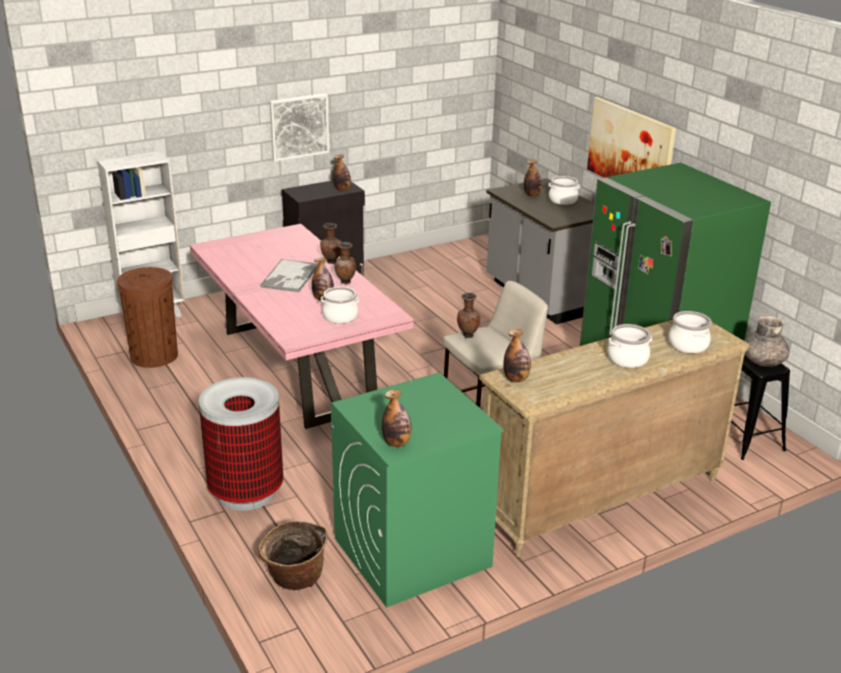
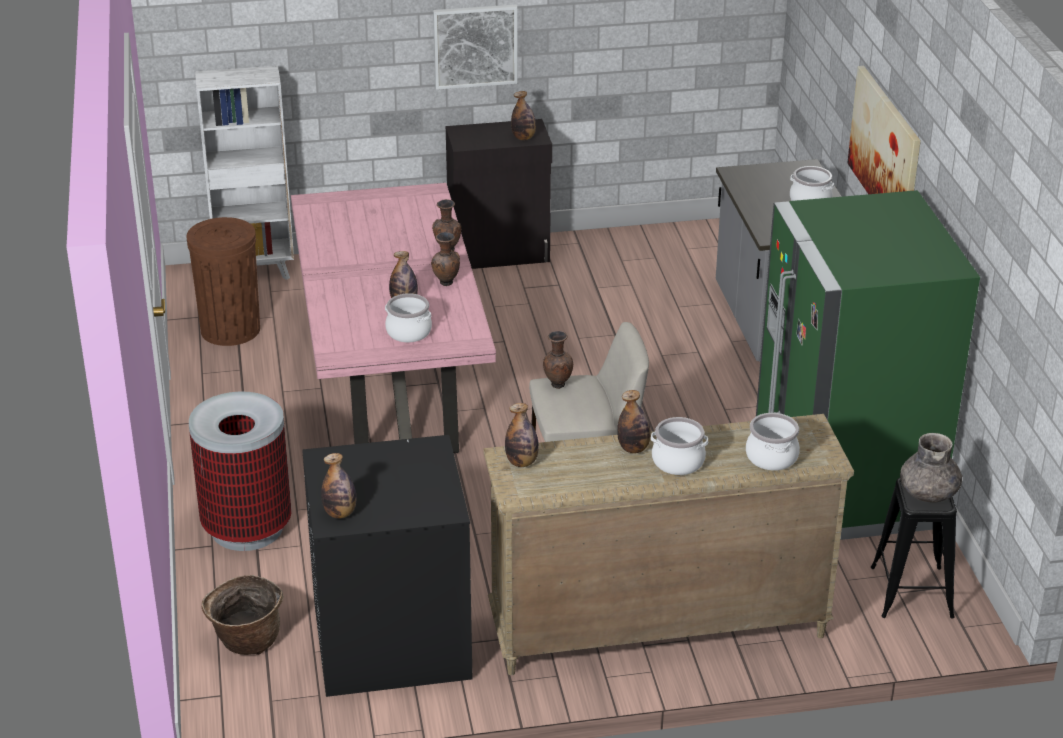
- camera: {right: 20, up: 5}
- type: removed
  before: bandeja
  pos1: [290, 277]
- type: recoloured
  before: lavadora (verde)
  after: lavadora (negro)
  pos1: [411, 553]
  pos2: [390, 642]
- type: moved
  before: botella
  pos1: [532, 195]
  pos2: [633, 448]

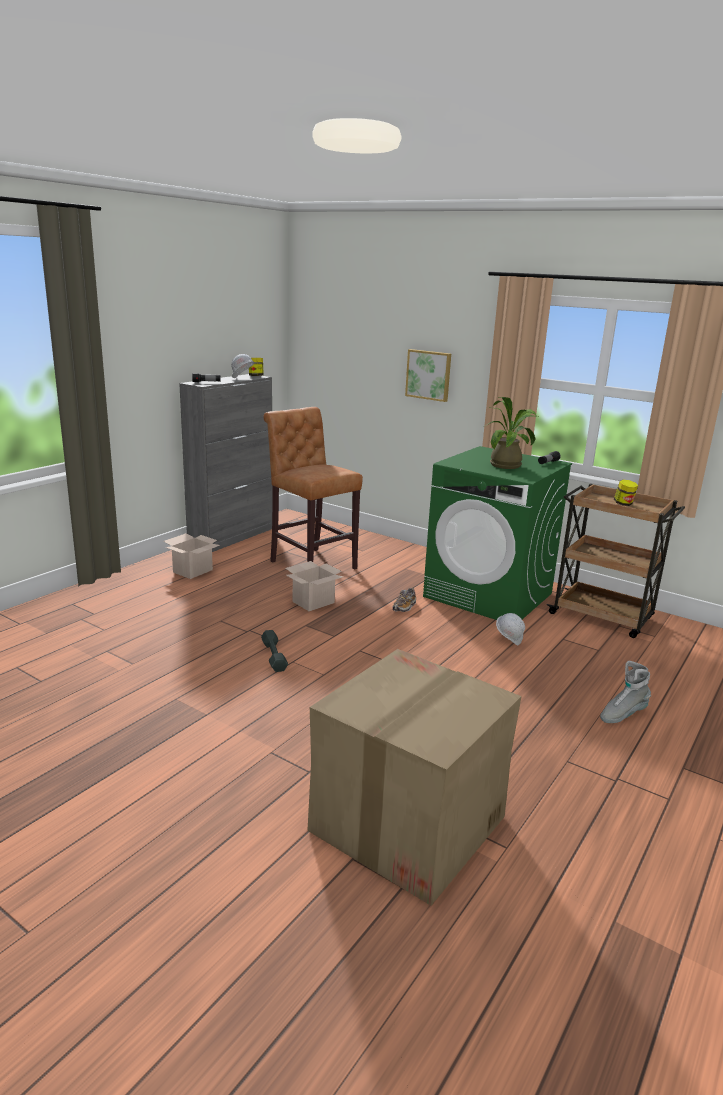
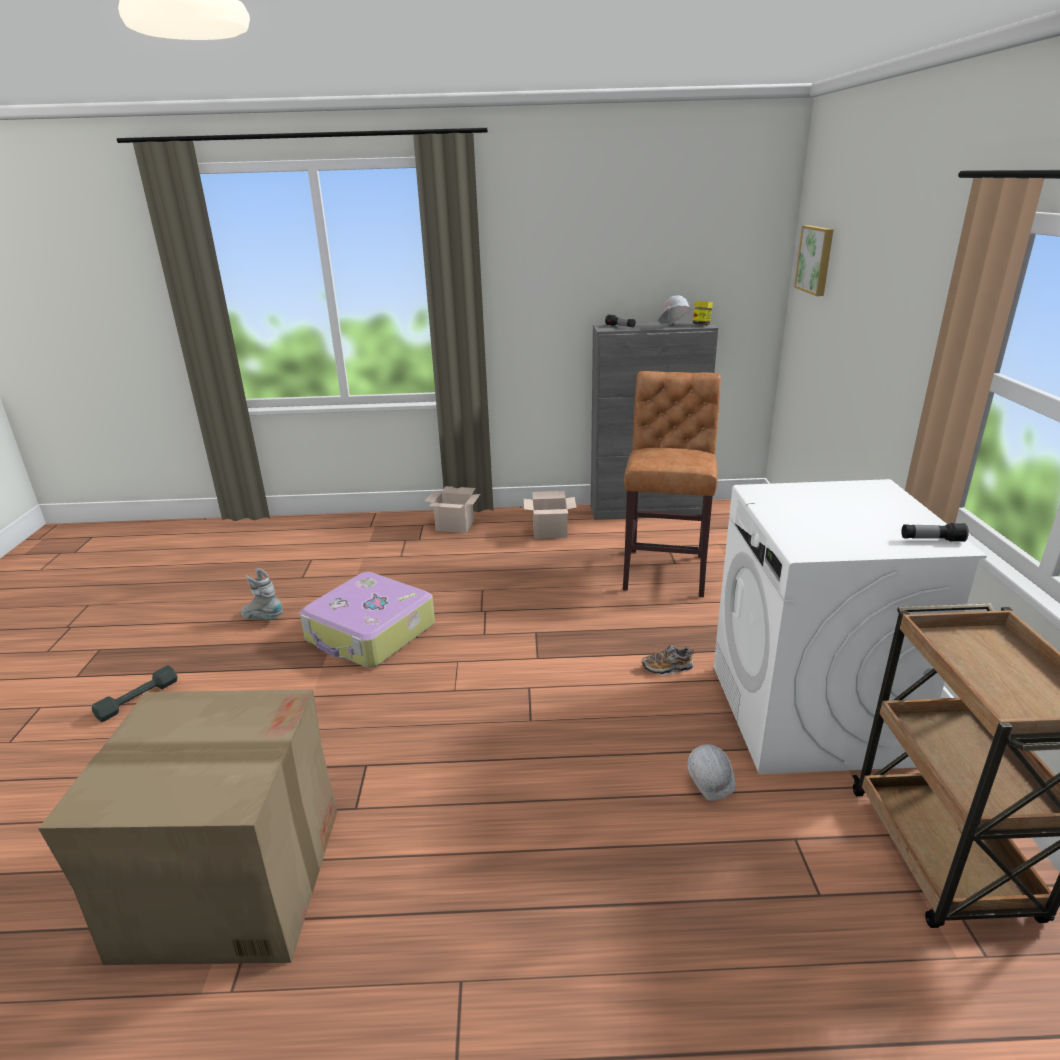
- camera: {right: 55, up: 5}
- type: moved
  before: mancuerna (gris)
  pos1: [273, 656]
  pos2: [138, 699]
- type: moved
  before: caja de cartón
  pos1: [313, 602]
  pos2: [456, 526]
- type: moved
  before: cuadro
  pos1: [429, 375]
  pos2: [816, 259]
- type: recoloured
  before: lavadora (verde)
  after: lavadora (blanco)
  pos1: [489, 595]
  pos2: [808, 714]
- type: removed
  before: planta en maceta
  pos1: [508, 465]
- type: moved
  before: bota (gris)
  pos1: [622, 715]
  pos2: [263, 618]
- type: removed
  before: tarro
  pos1: [623, 504]
- type: added
  after: maleta
  pos2: [370, 633]

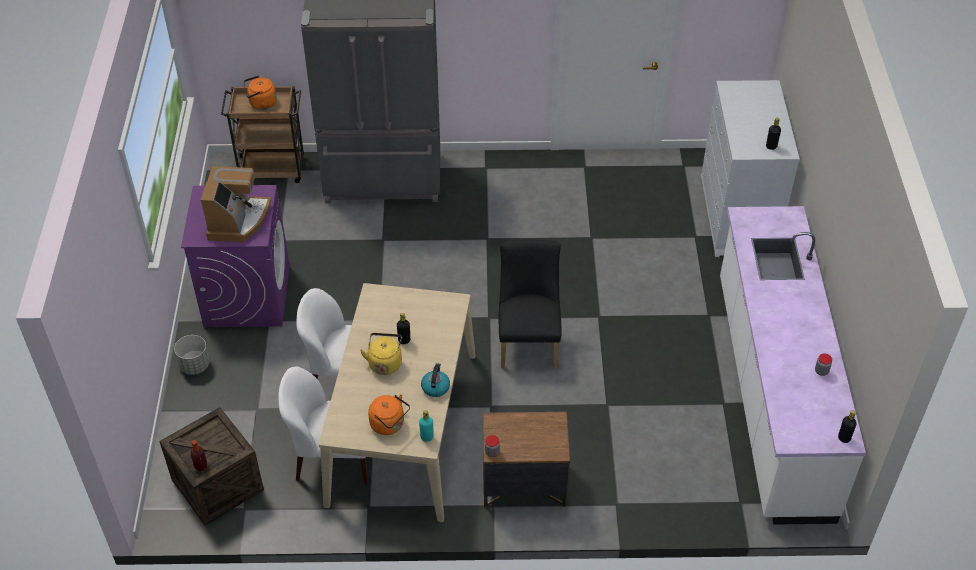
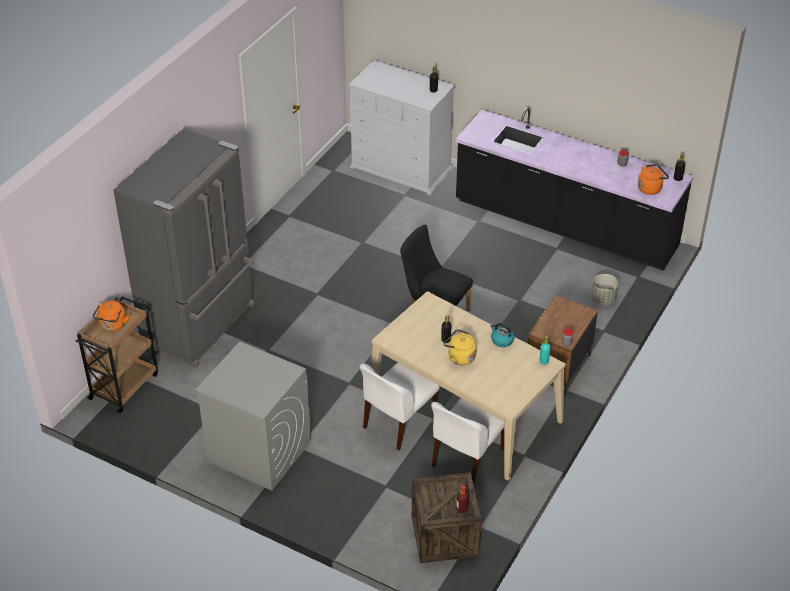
- camera: {right: -60, up: -5}
- type: moved
  before: maceta (gris)
  pos1: [194, 365]
  pos2: [603, 299]
- type: recoloured
  before: lavadora (morado)
  after: lavadora (gris)
  pos1: [247, 295]
  pos2: [258, 451]
- type: removed
  before: cafetera
  pos1: [238, 220]
- type: moved
  before: hervidor (naranja)
  pos1: [389, 425]
  pos2: [650, 188]
- type: recoloured
  before: mueble bajo de cocina (blanco)
  after: mueble bajo de cocina (negro)
  pos1: [771, 395]
  pos2: [565, 225]

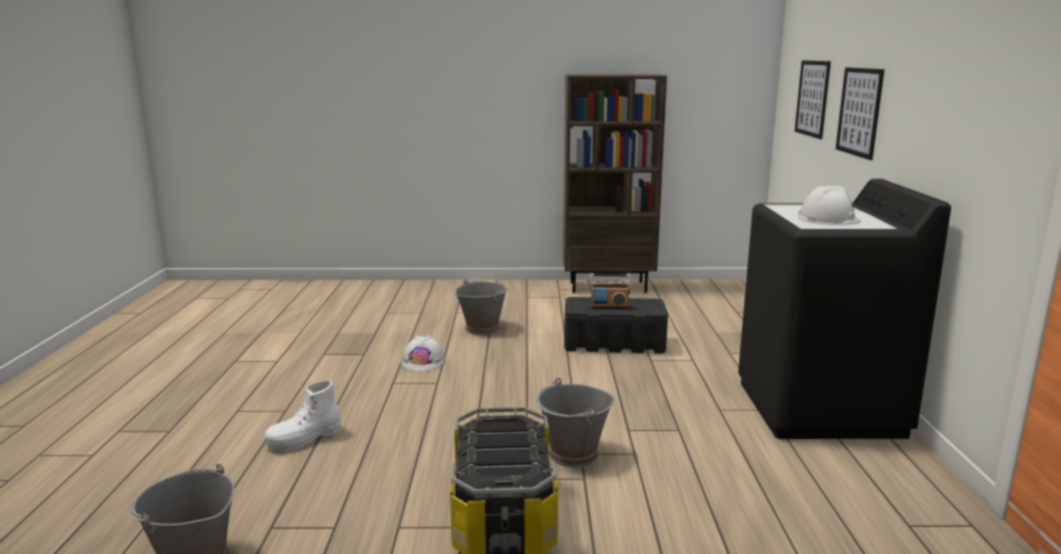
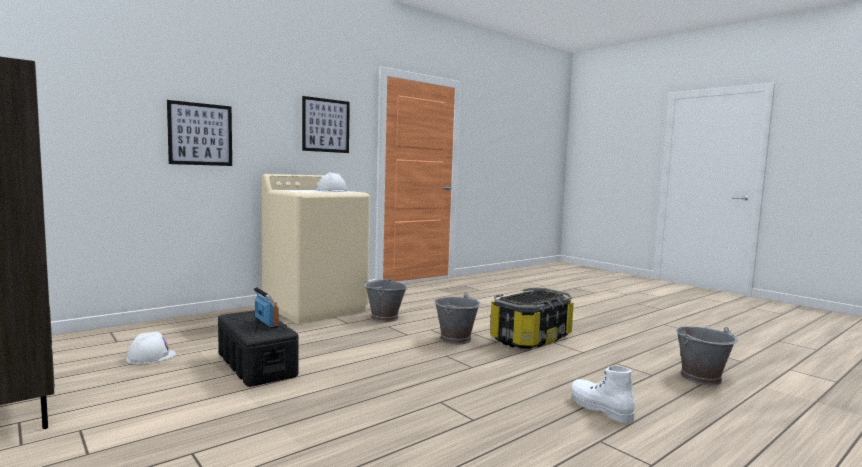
- camera: {right: -130, up: -10}
- type: turned
  before: bota (blanco)
  pos1: [304, 439]
  pos2: [600, 408]
  turn: -135
- type: moved
  before: casco (blanco)
  pos1: [423, 361]
  pos2: [151, 356]
- type: moved
  before: cubo (gris)
  pos1: [482, 328]
  pos2: [384, 318]
- type: recoloured
  before: lavadora (negro)
  after: lavadora (beis)
  pos1: [819, 408]
  pos2: [315, 308]
- type: moved
  before: cuadro
  pos1: [812, 98]
  pos2: [326, 125]

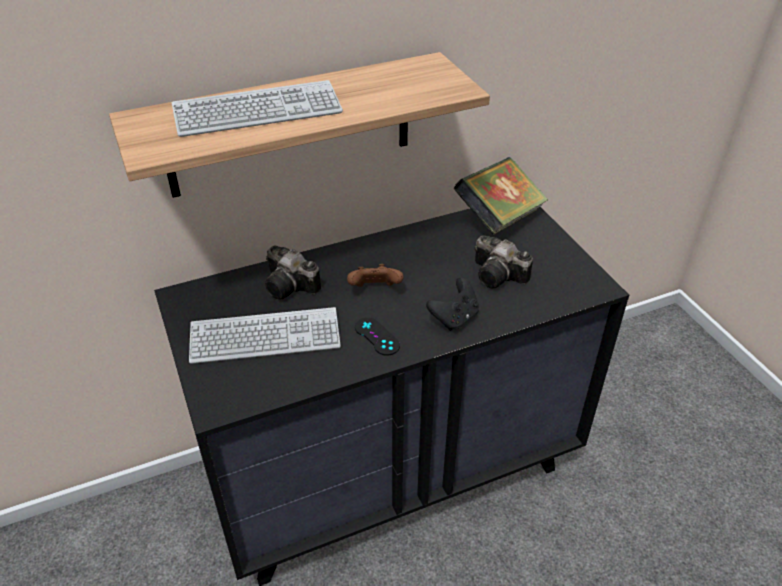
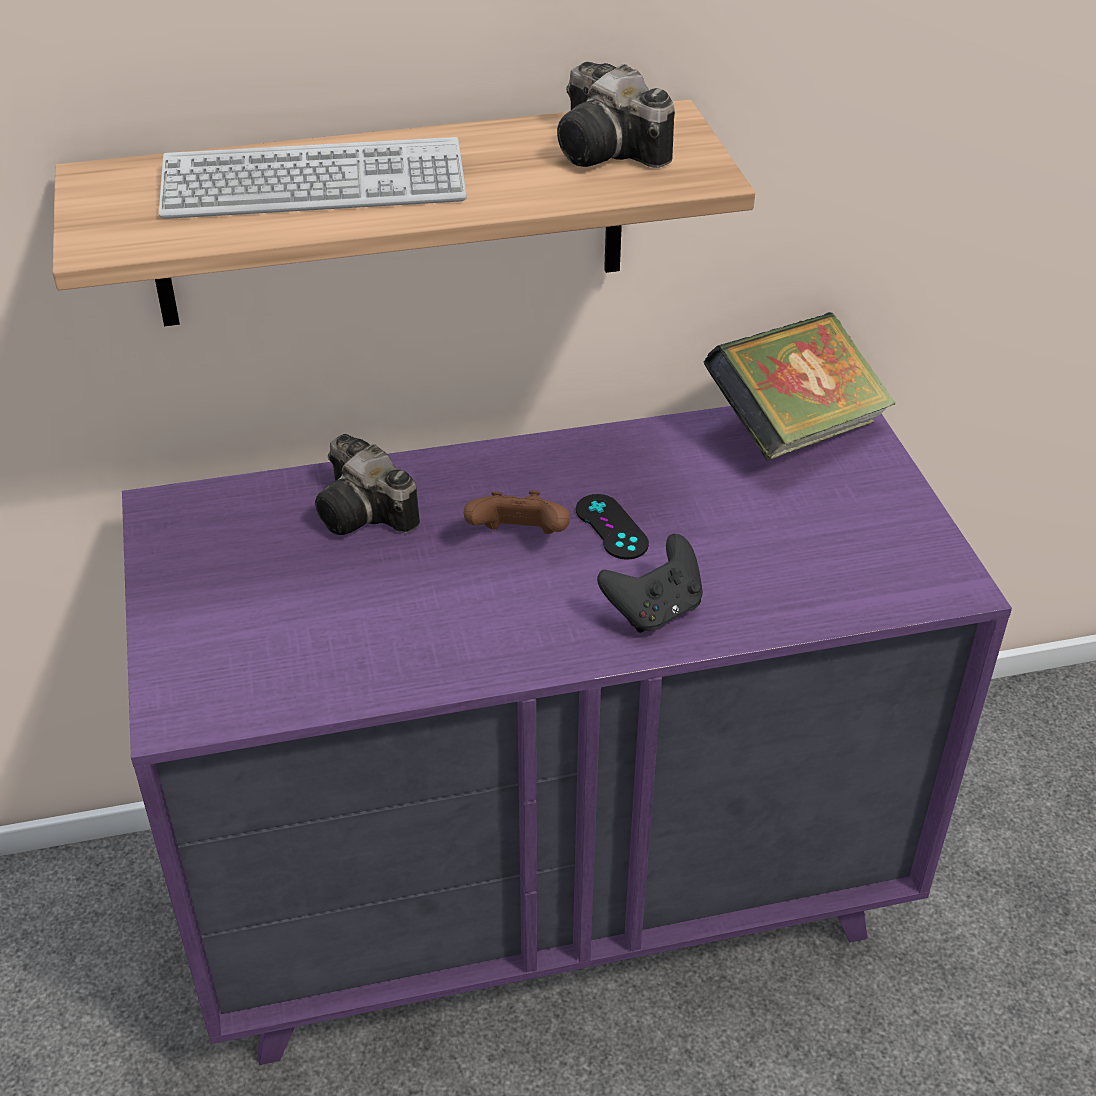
- camera: {right: 10, up: 0}
- type: recoloured
  before: cómoda (negro)
  after: cómoda (morado)
  pos1: [392, 470]
  pos2: [549, 891]
- type: removed
  before: teclado
  pos1: [265, 337]
- type: moved
  before: mando de consola (negro)
  pos1: [377, 336]
  pos2: [611, 527]
- type: moved
  before: cámara
  pos1: [500, 276]
  pos2: [611, 152]

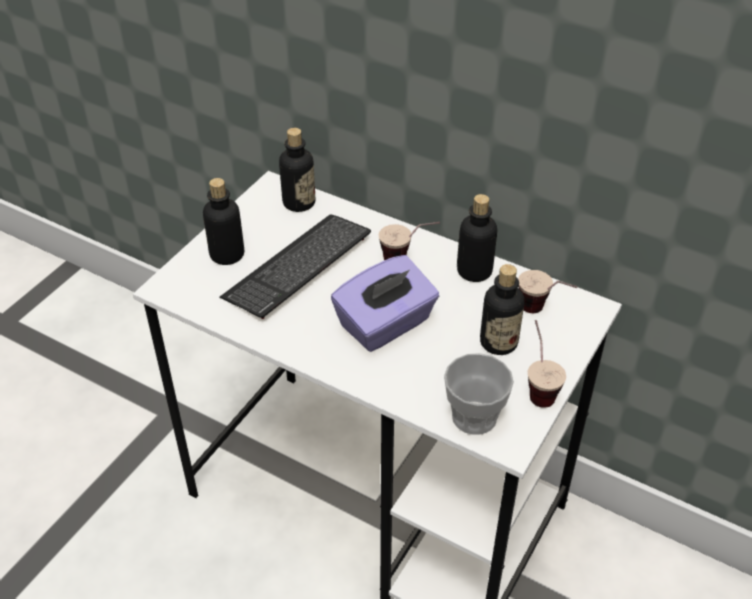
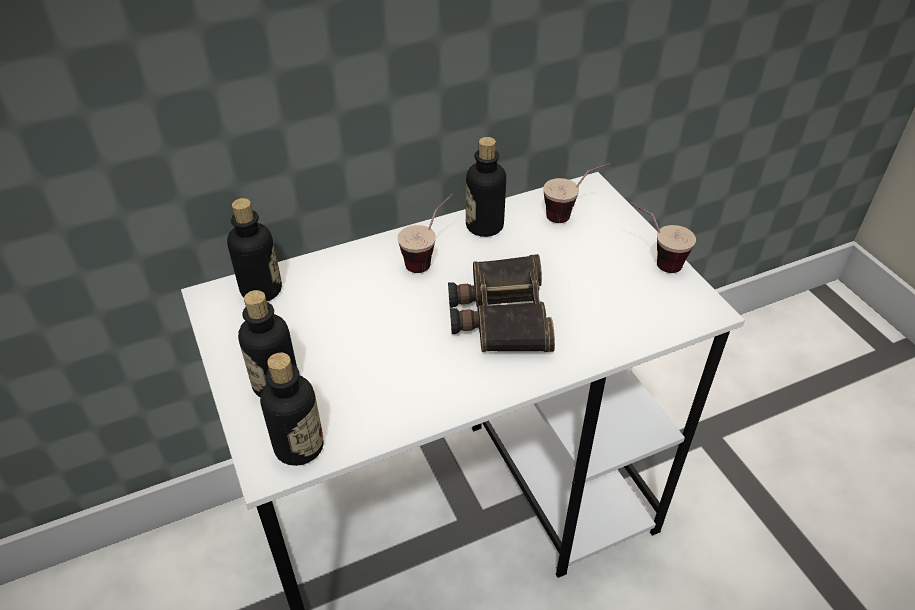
- camera: {right: -55, up: 0}
- type: removed
  before: teclado
  pos1: [298, 267]
- type: replaced
  before: caja de pañuelos (morado)
  after: prismáticos
  pos1: [386, 325]
  pos2: [499, 314]
- type: removed
  before: taza
  pos1: [474, 417]
- type: moved
  before: botella
  pos1: [498, 342]
  pos2: [299, 446]

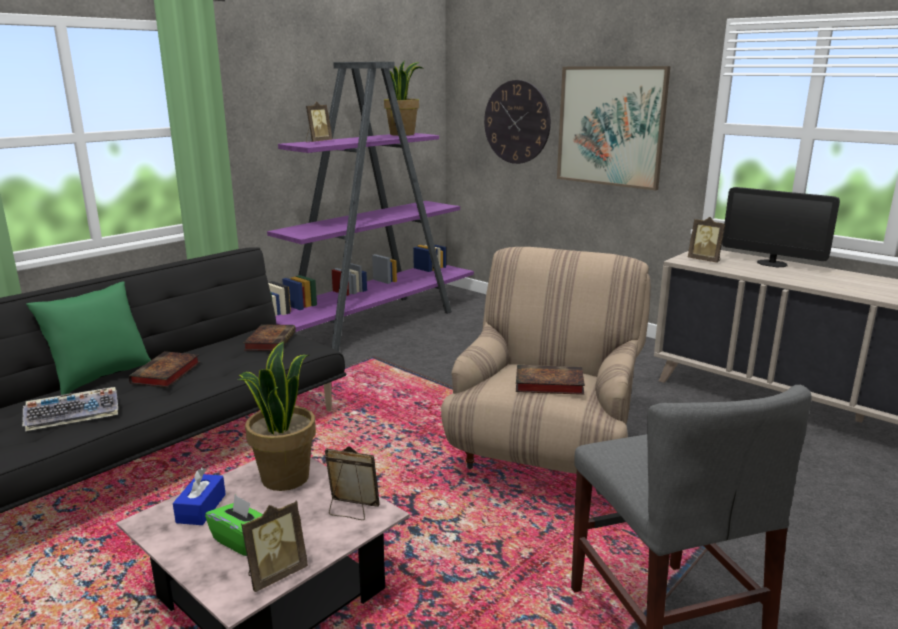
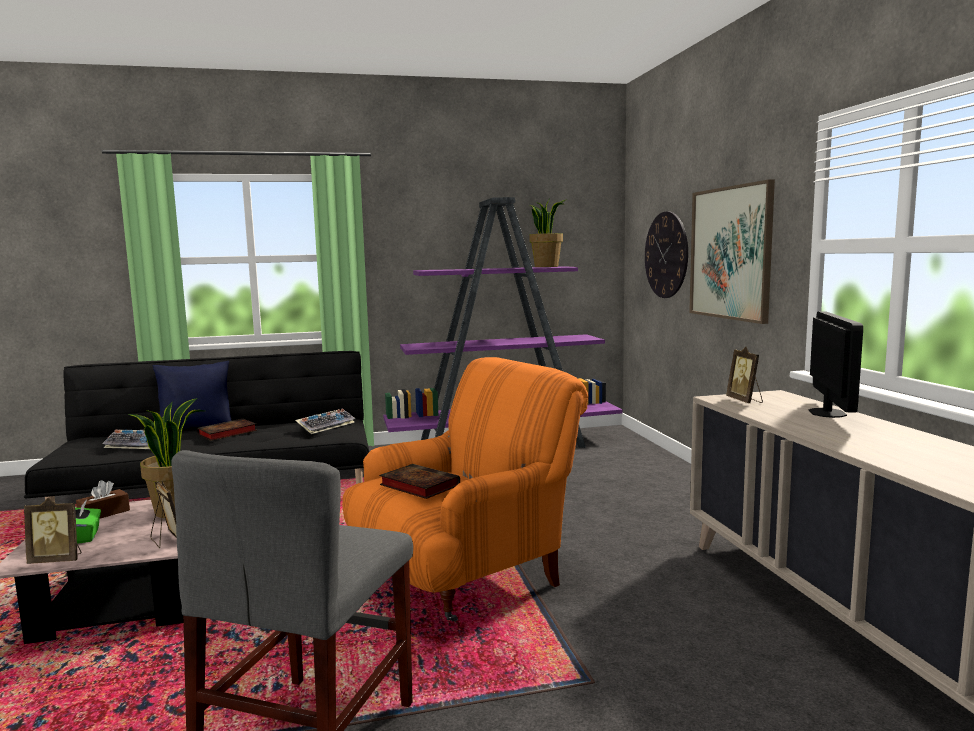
- camera: {right: 35, up: -10}
- type: recoloured
  before: cojín (verde)
  after: cojín (azul)
  pos1: [101, 377]
  pos2: [196, 429]
- type: recoloured
  before: caja de pañuelos (azul)
  after: caja de pañuelos (marrón)
  pos1: [201, 508]
  pos2: [104, 513]
- type: replaced
  before: libro
  after: teclado
  pos1: [270, 341]
  pos2: [326, 426]
- type: removed
  before: portarretratos
  pos1: [318, 142]
- type: recoloured
  before: sillón (beis)
  after: sillón (naranja)
  pos1: [544, 454]
  pos2: [464, 575]
- type: turned
  before: monitor
  pos1: [772, 263]
  pos2: [827, 413]
  turn: -150

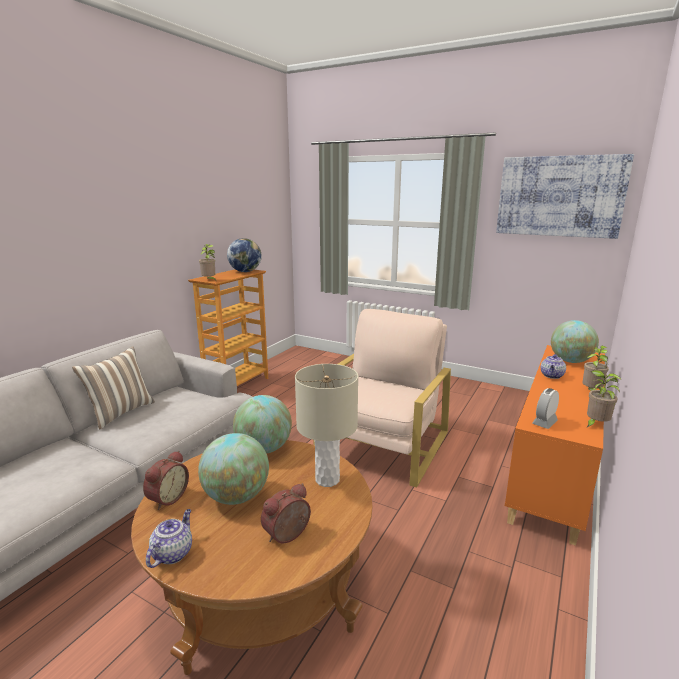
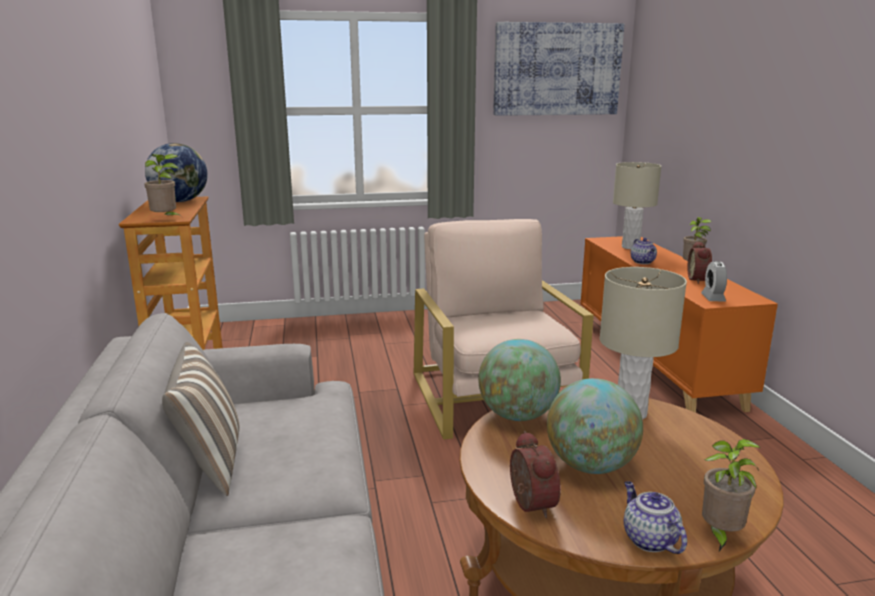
- camera: {right: -40, up: 0}
- type: moved
  before: despertador
  pos1: [288, 536]
  pos2: [699, 280]
- type: replaced
  before: globo terráqueo
  after: lámpara de mesa (beis)
  pos1: [570, 361]
  pos2: [630, 247]
- type: moved
  before: planta en maceta
  pos1: [595, 425]
  pos2: [720, 535]

